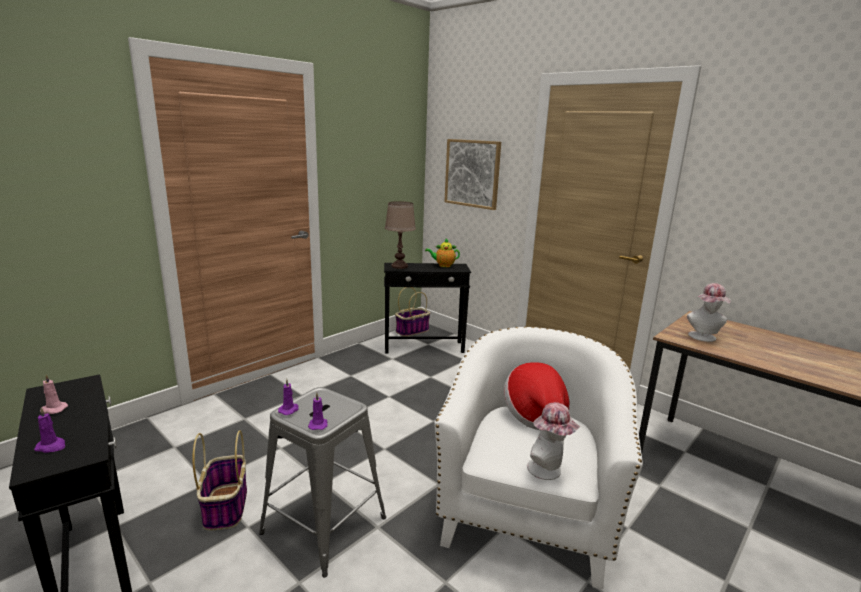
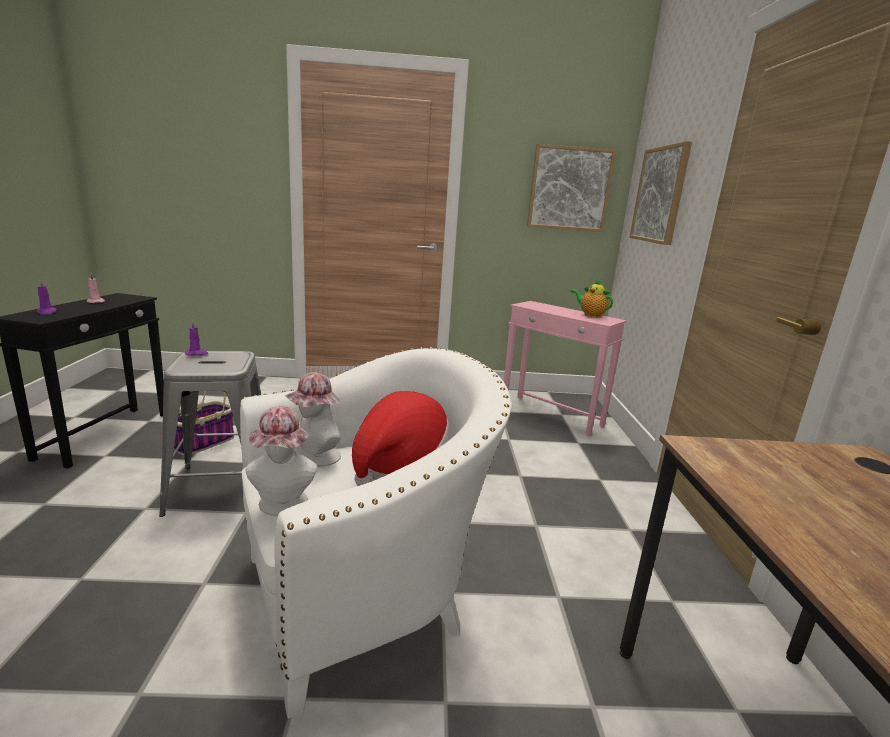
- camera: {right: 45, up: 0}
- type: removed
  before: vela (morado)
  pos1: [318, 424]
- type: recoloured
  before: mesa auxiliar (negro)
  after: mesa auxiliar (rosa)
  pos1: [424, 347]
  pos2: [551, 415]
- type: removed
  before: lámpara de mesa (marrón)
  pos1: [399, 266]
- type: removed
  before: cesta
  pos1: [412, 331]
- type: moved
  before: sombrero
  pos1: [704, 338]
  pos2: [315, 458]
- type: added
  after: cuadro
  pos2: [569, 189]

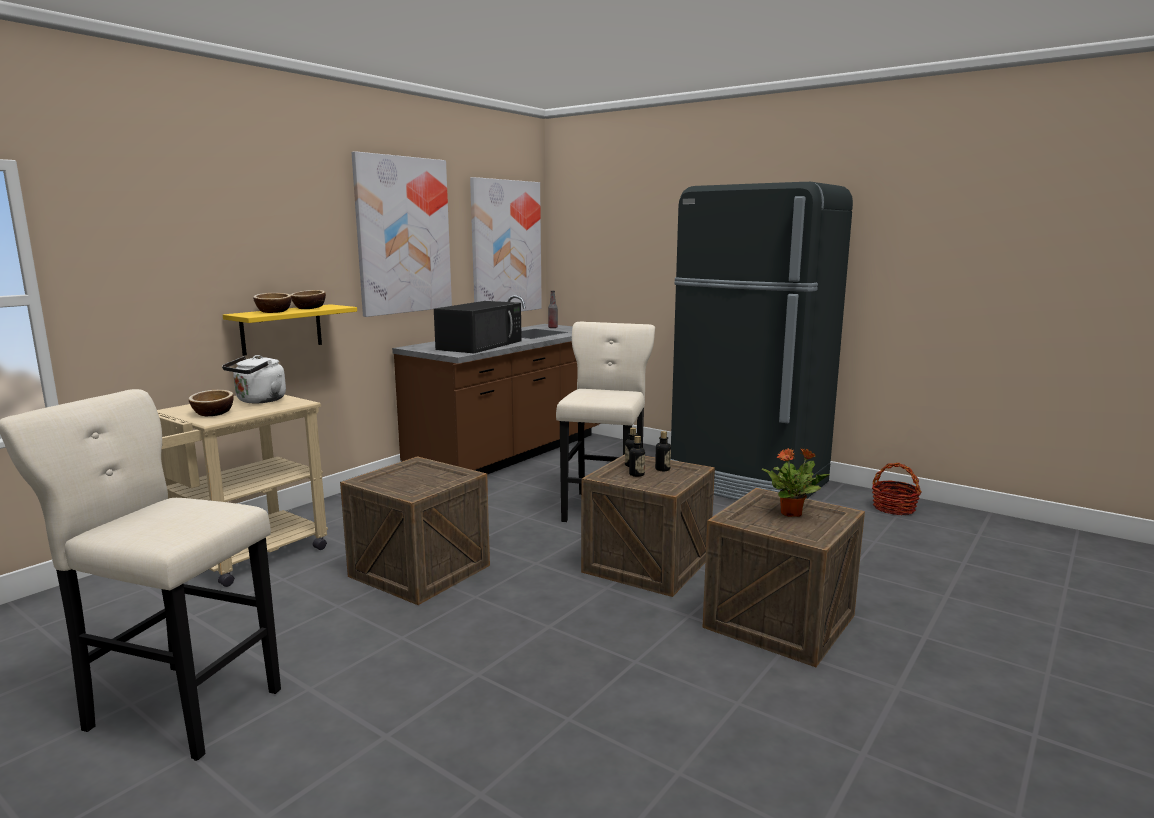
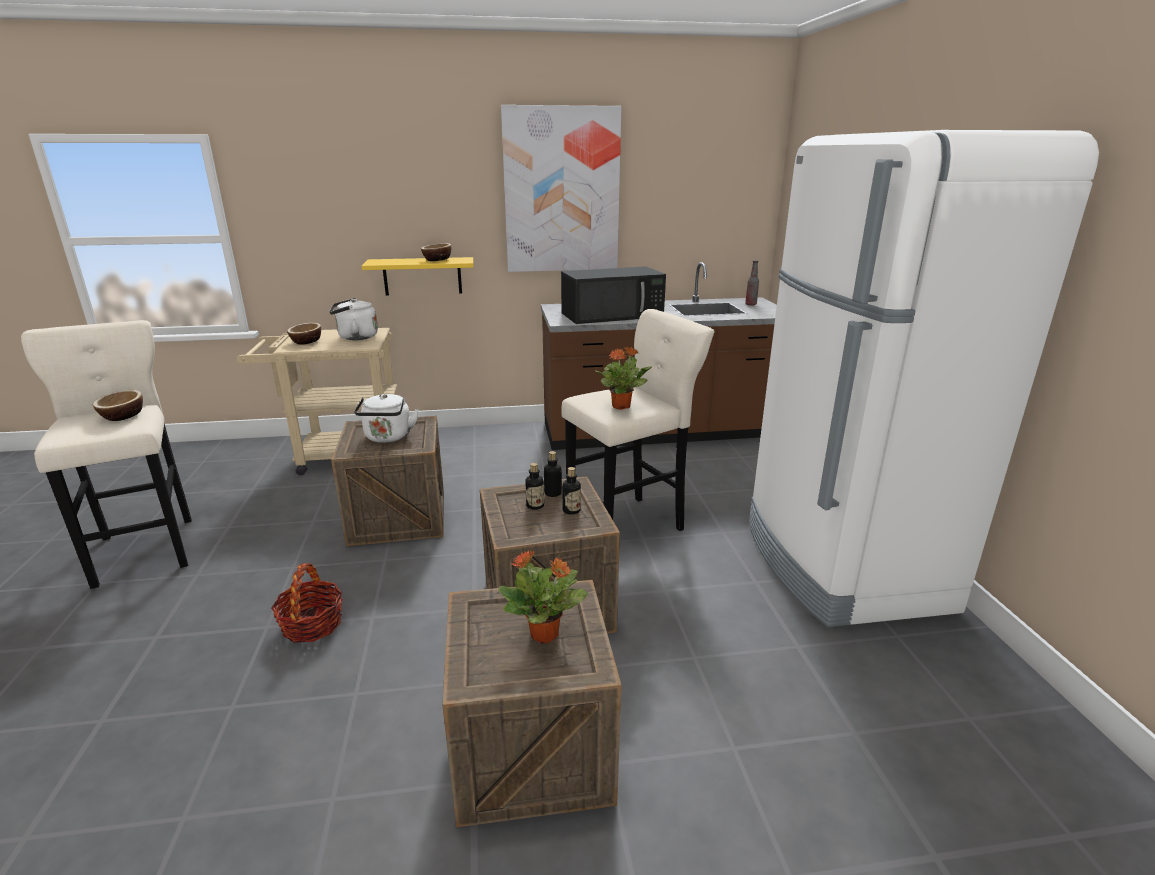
- camera: {right: 45, up: 10}
- type: moved
  before: cuenco
  pos1: [273, 311]
  pos2: [123, 416]
- type: removed
  before: cuadro
  pos1: [505, 247]
- type: recoloured
  before: nevera (negro)
  after: nevera (blanco)
  pos1: [748, 483]
  pos2: [841, 564]
- type: moved
  before: cesta
  pos1: [893, 508]
  pos2: [312, 624]
- type: added
  after: hervidor (blanco)
  pos2: [388, 438]
- type: added
  after: planta en maceta
  pos2: [621, 406]

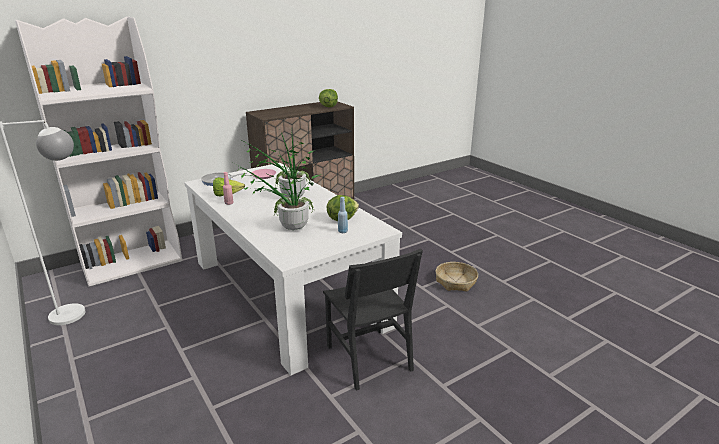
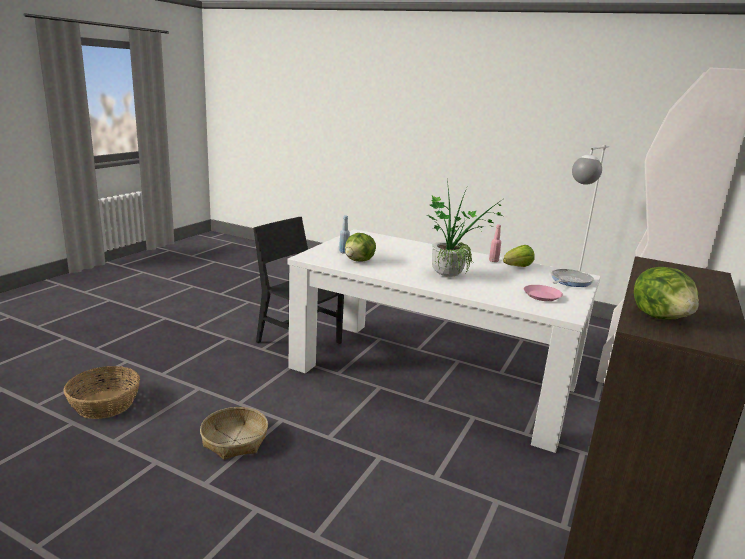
- camera: {right: 150, up: -5}
- type: removed
  before: planta en maceta
  pos1: [288, 228]
- type: added
  after: cesta
  pos2: [105, 404]

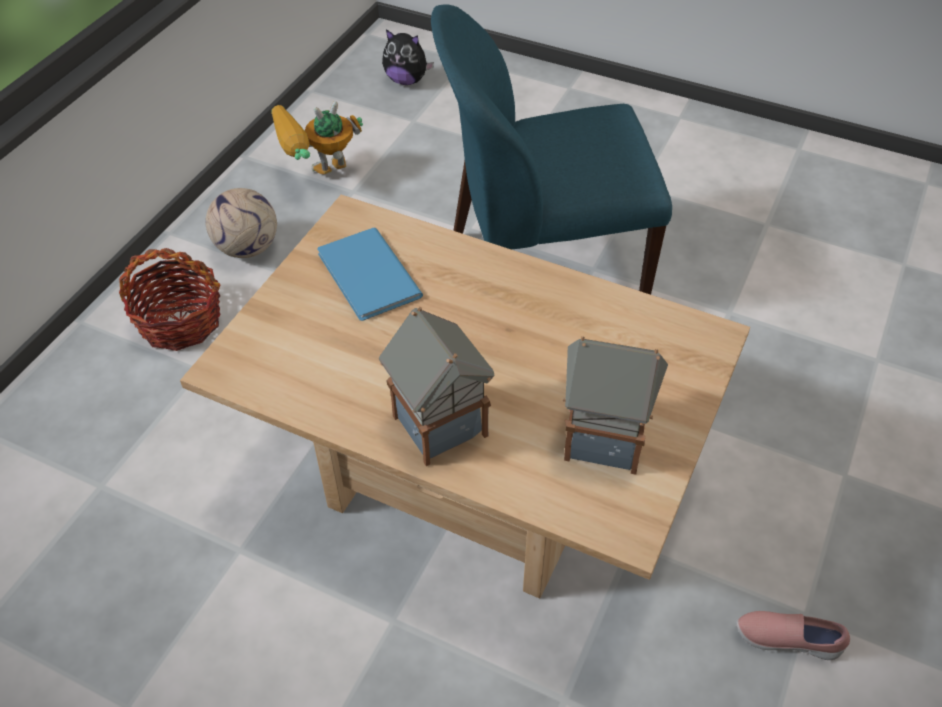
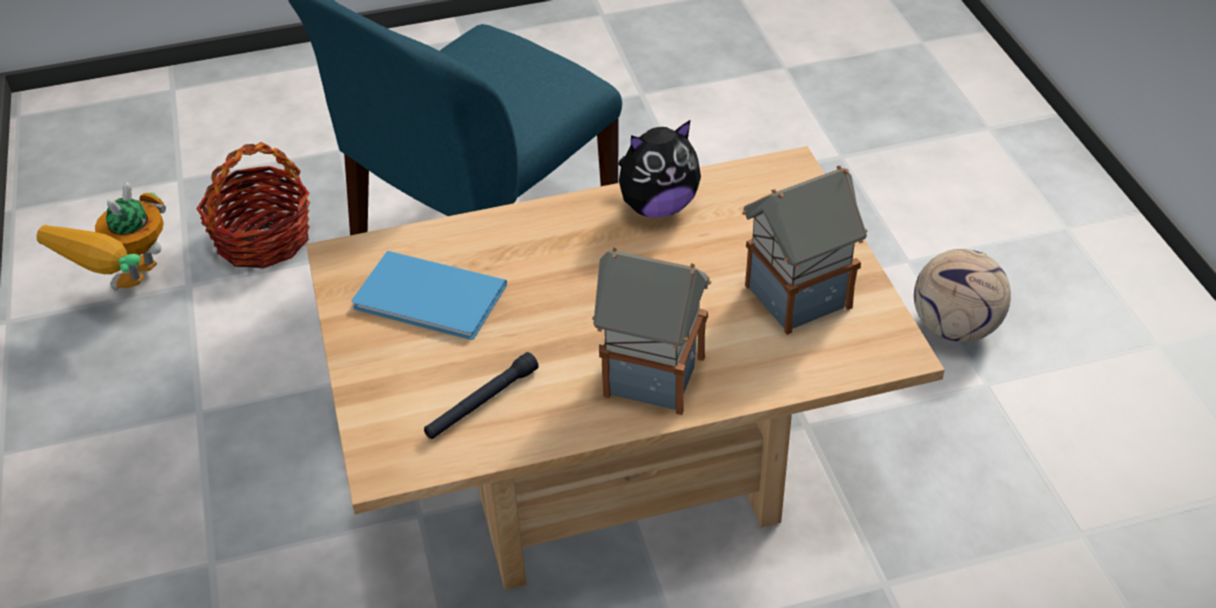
- camera: {right: -40, up: -5}
- type: moved
  before: cesta
  pos1: [180, 322]
  pos2: [263, 239]
- type: moved
  before: balón de fútbol
  pos1: [248, 247]
  pos2: [953, 327]
- type: moved
  before: peluche
  pos1: [407, 80]
  pos2: [657, 206]
- type: removed
  before: zapato (rosa)
  pos1: [786, 639]
- type: added
  after: linterna (negro)
  pos2: [481, 403]

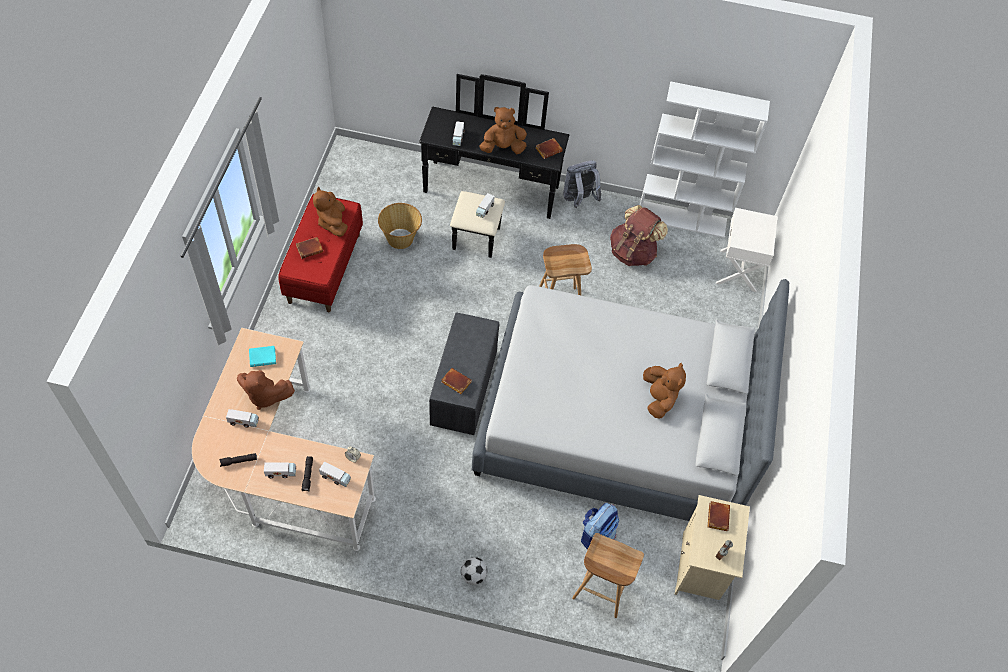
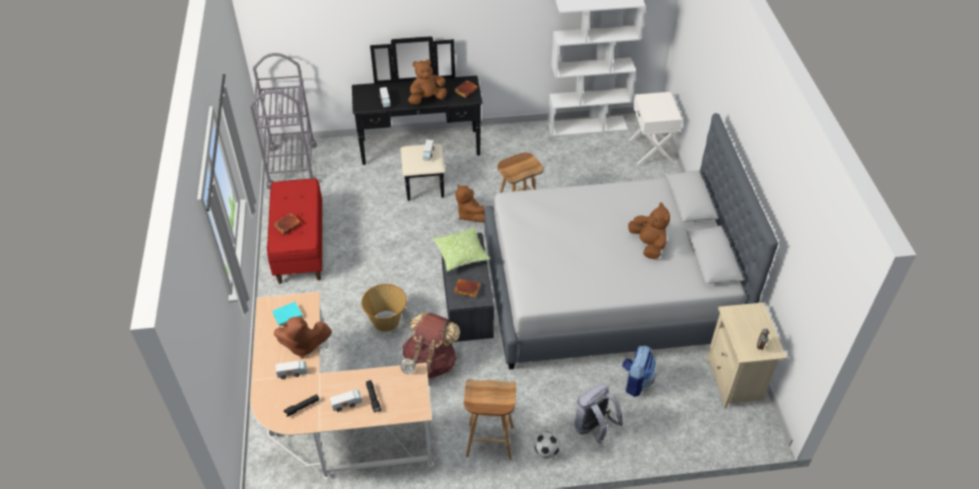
- camera: {right: -15, up: -10}
- type: moved
  before: peluche (marrón)
  pos1: [333, 223]
  pos2: [470, 215]
- type: removed
  before: camión de juguete
  pos1: [335, 477]
- type: moved
  before: cesta
  pos1: [400, 238]
  pos2: [386, 320]
- type: moved
  before: mochila (gris)
  pos1: [578, 199]
  pos2: [594, 428]
- type: moved
  before: taburete (marrón)
  pos1: [600, 591]
  pos2: [489, 442]
- type: moved
  before: mochila (marrón)
  pos1: [633, 252]
  pos2: [431, 361]
- type: removed
  before: libro (marrón)
  pos1: [717, 516]
- type: added
  after: carrito (gris)
  pos2: [292, 166]
- type: added
  after: cojín
  pos2: [461, 254]

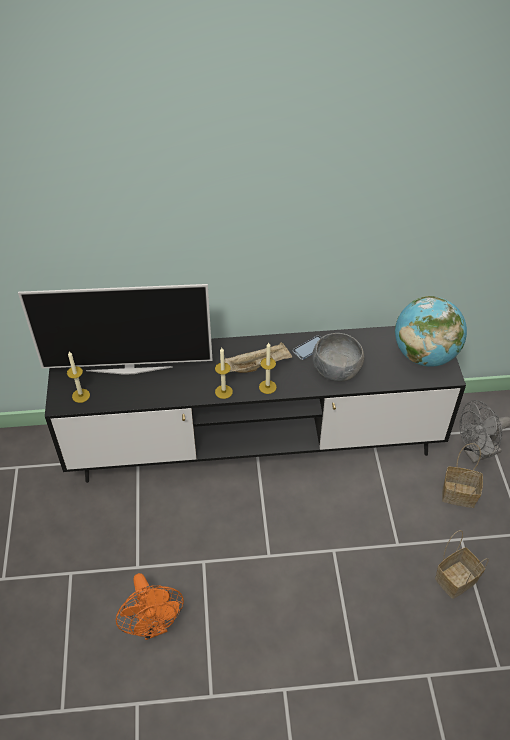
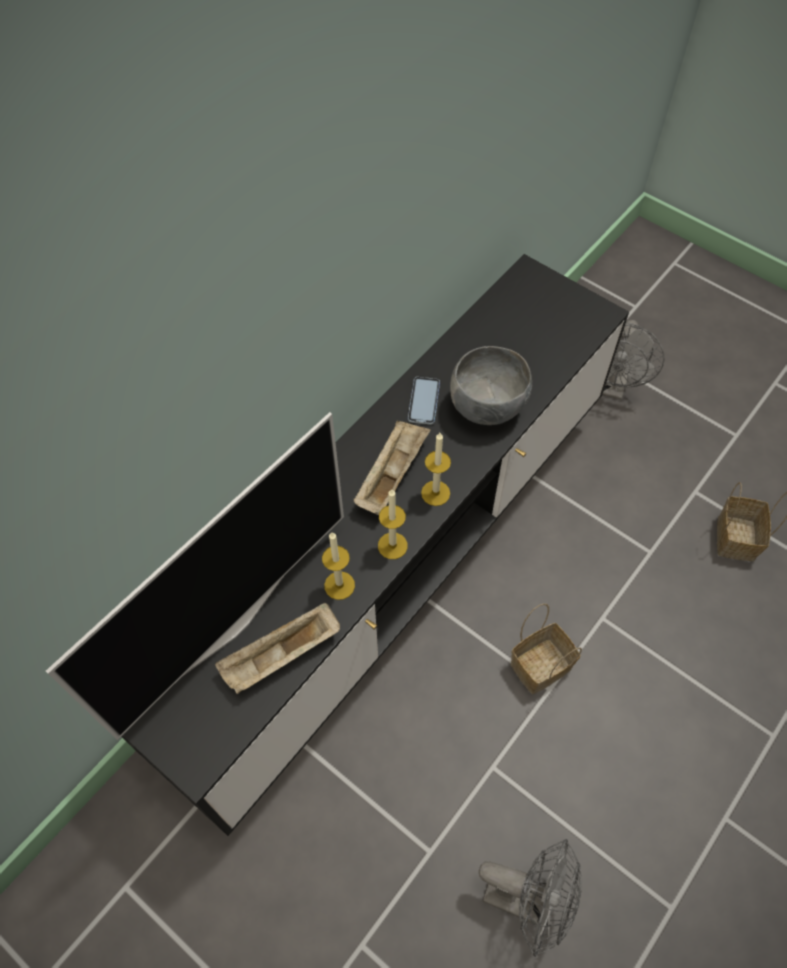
- camera: {right: -45, up: 10}
- type: moved
  before: vela
  pos1: [81, 395]
  pos2: [339, 585]
- type: recoloured
  before: ventilador (naranja)
  after: ventilador (gris)
  pos1: [153, 625]
  pos2: [527, 899]
- type: removed
  before: globo terráqueo
  pos1: [424, 355]
- type: moved
  before: cesta
  pos1: [460, 494]
  pos2: [541, 664]
- type: added
  after: bandeja (beis)
  pos2: [281, 656]

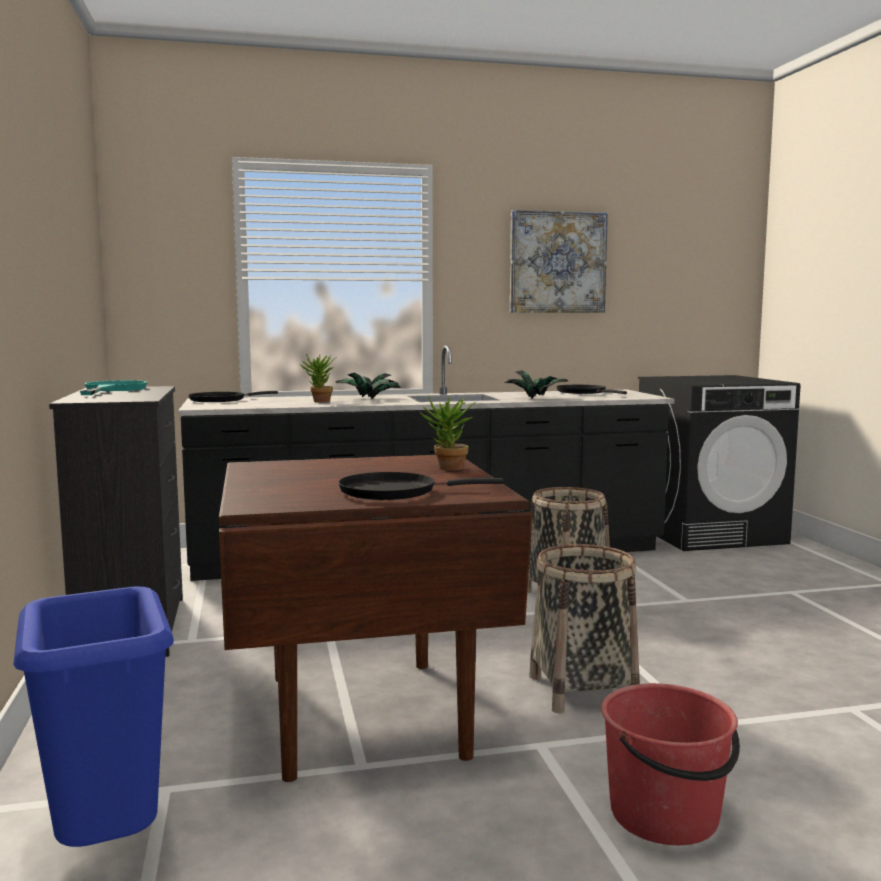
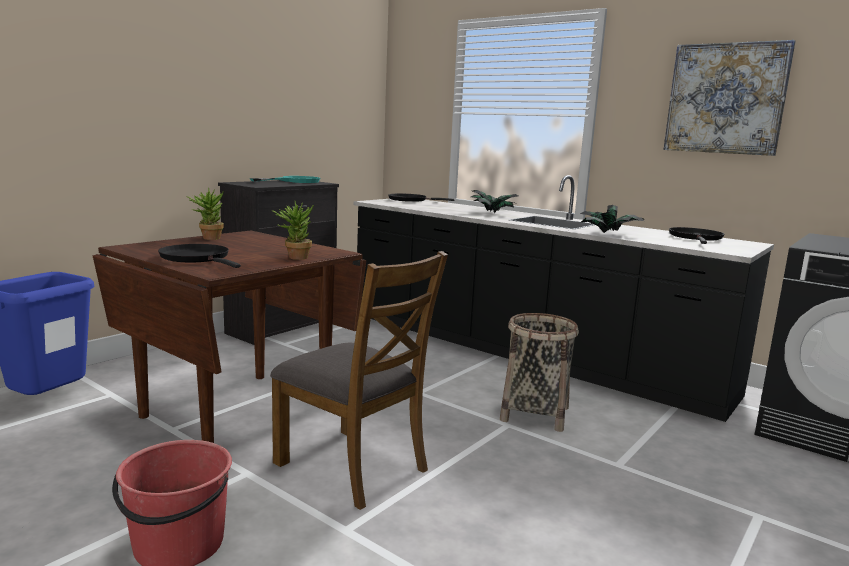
- camera: {right: 50, up: 5}
- type: moved
  before: planta en maceta
  pos1: [319, 402]
  pos2: [208, 238]
- type: replaced
  before: cesta
  after: silla (marrón)
  pos1: [582, 690]
  pos2: [353, 466]

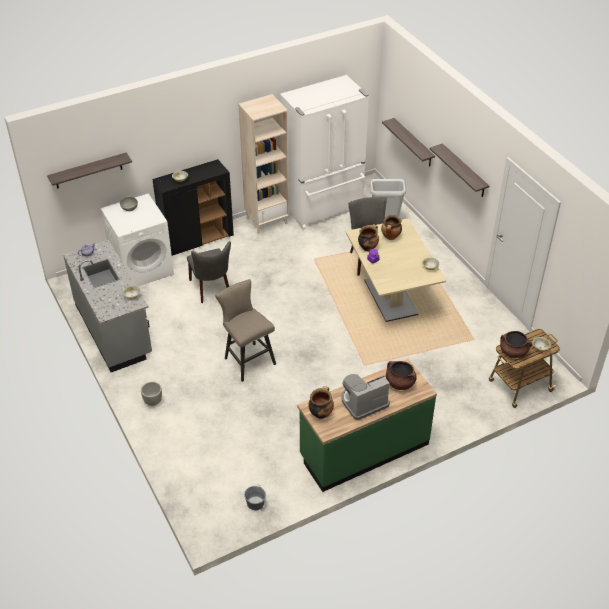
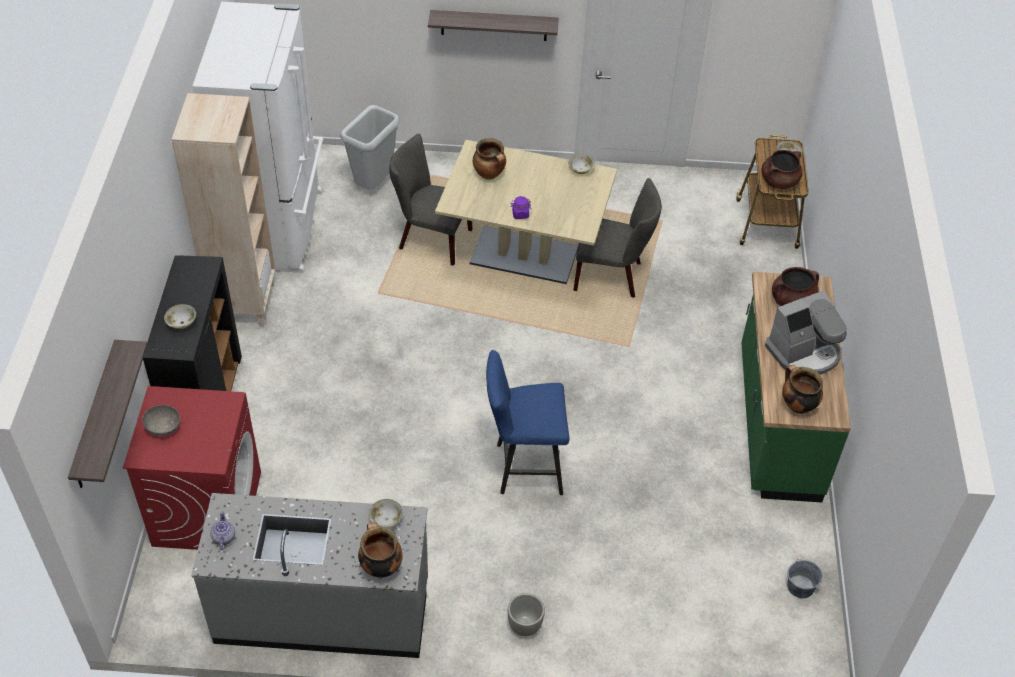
- camera: {right: -60, up: 5}
- type: recoloured
  before: lavadora (blanco)
  after: lavadora (rojo)
  pos1: [142, 268]
  pos2: [207, 508]
- type: moved
  before: silla (gris)
  pos1: [211, 289]
  pos2: [612, 276]
- type: recoloured
  before: taburete (beis)
  after: taburete (azul)
  pos1: [247, 359]
  pos2: [523, 468]
- type: turned
  before: cafetera
  pos1: [363, 402]
  pos2: [804, 353]
  turn: -120
- type: moved
  before: olla
  pos1: [368, 247]
  pos2: [380, 566]
- type: removed
  before: estante
  pos1: [413, 143]

